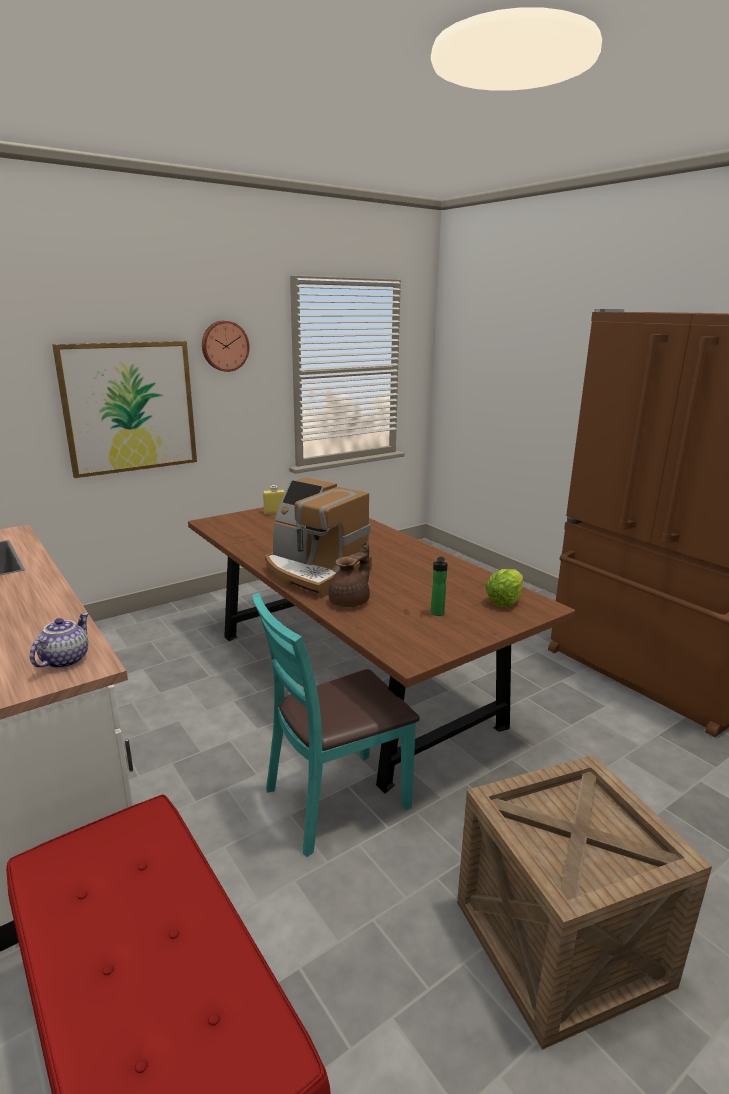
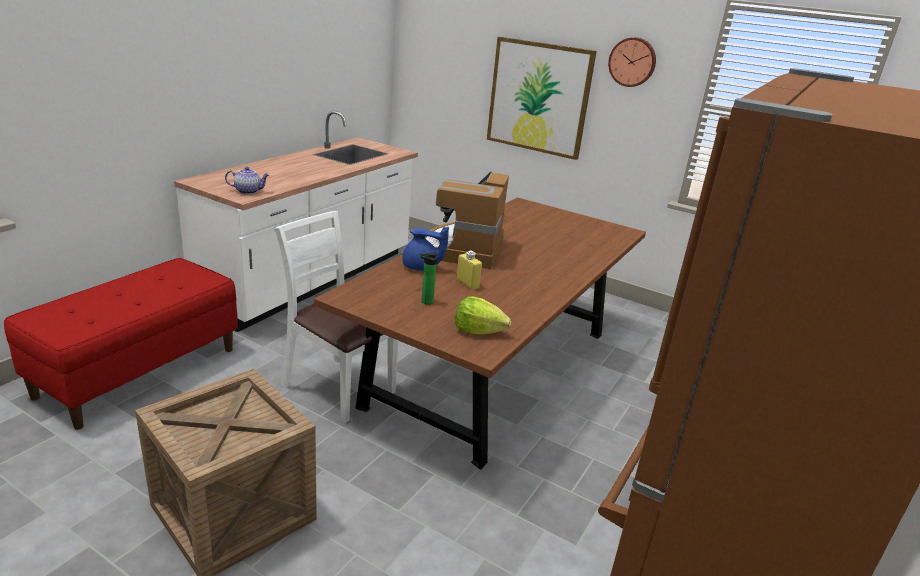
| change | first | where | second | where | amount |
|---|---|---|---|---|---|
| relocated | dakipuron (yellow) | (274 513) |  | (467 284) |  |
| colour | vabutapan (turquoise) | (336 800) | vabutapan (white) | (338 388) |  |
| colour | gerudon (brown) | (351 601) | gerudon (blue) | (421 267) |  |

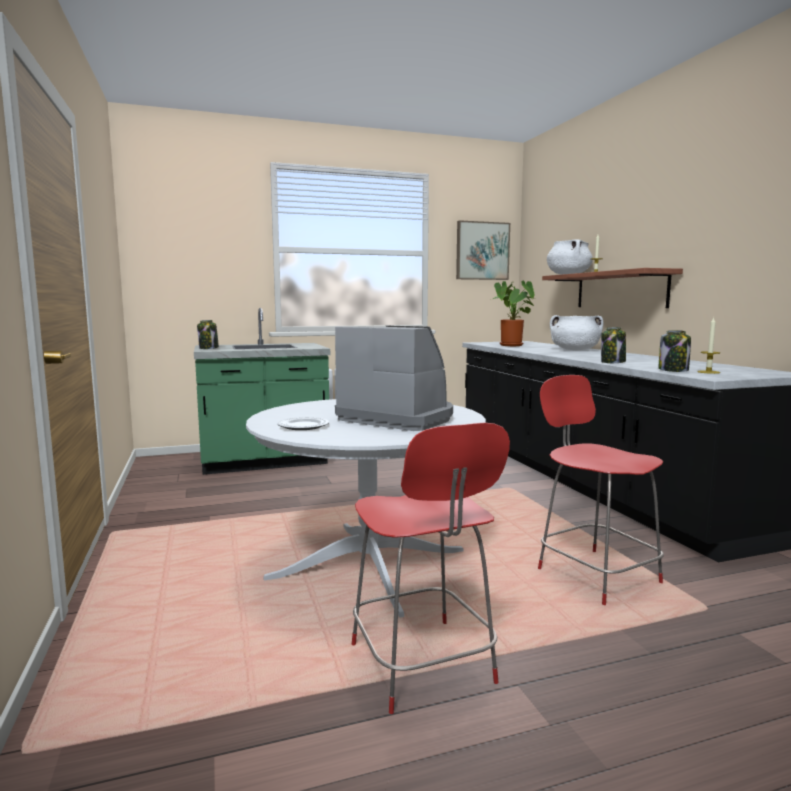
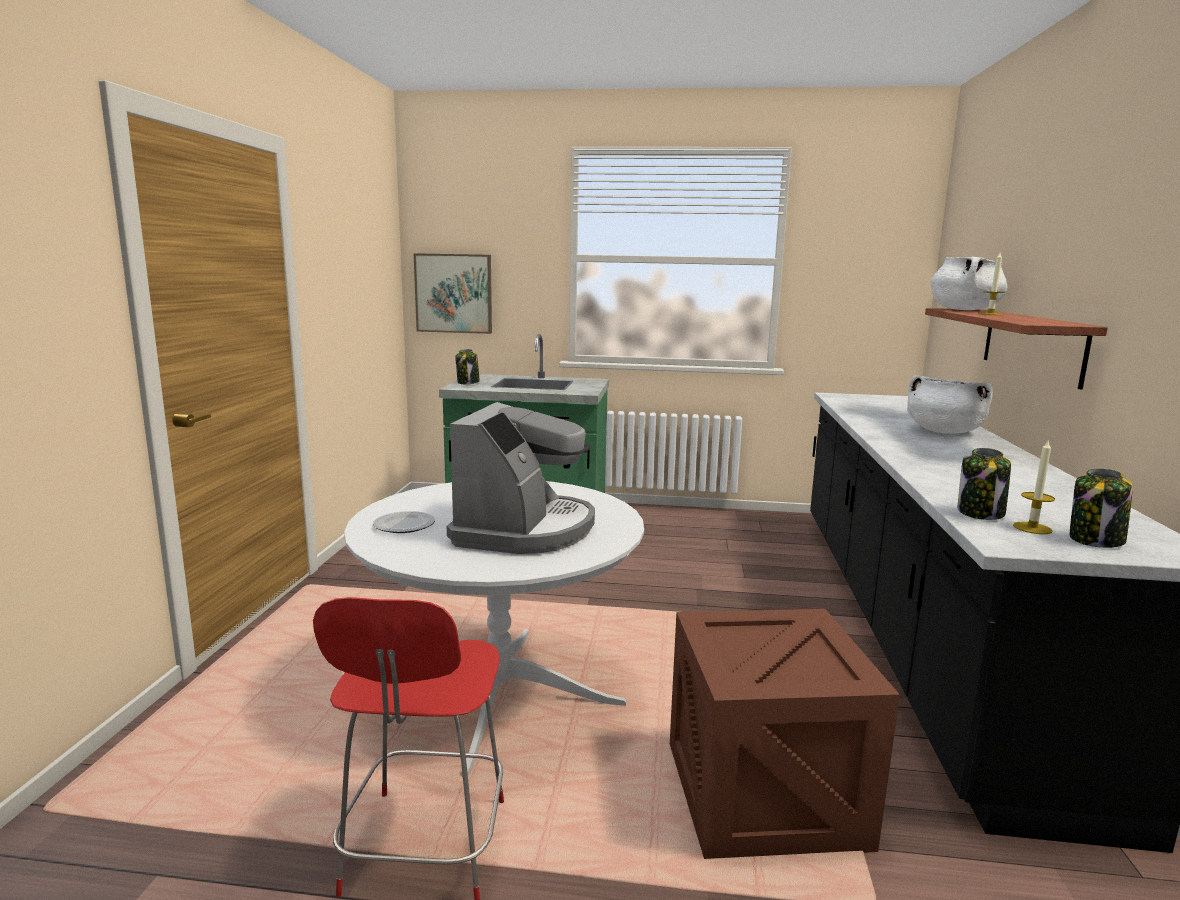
| change | first | where | second | where | amount |
|---|---|---|---|---|---|
| missing | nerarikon | (513 345) |  |  |  |
| relocated | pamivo | (482 251) |  | (454 293) |  |
| relocated | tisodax | (613 362) |  | (1096 540) |  |
| exchanged | vabutapan (red) | (595 574) | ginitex | (763 793) |  |
| spun | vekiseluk | (398 418) |  | (525 529) | 45 degrees clockwise |

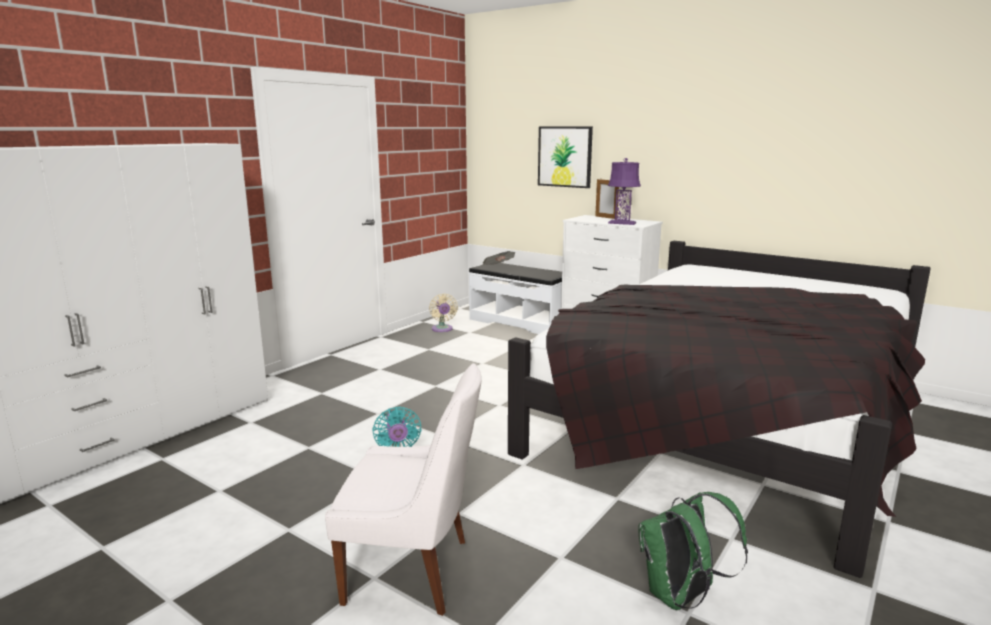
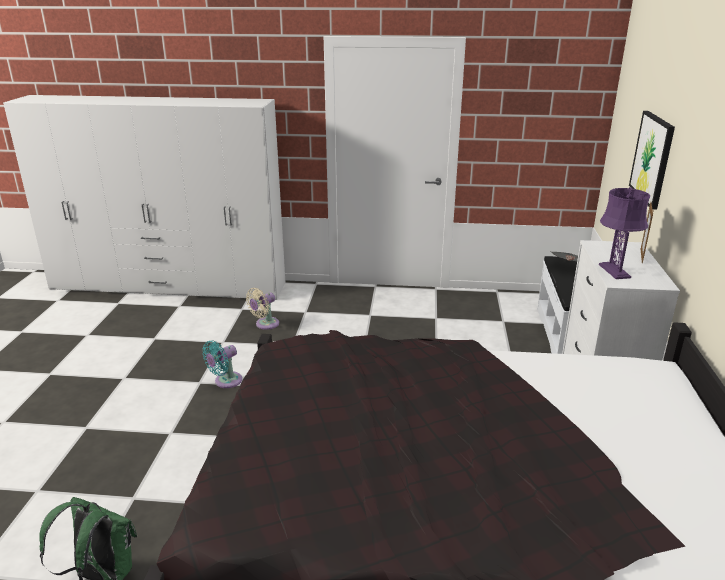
| change | first | where | second | where | amount |
|---|---|---|---|---|---|
| missing | vabutapan (white) | (413 571) |  |  |  |
| relocated | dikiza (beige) | (442 329) |  | (265 324) |  |

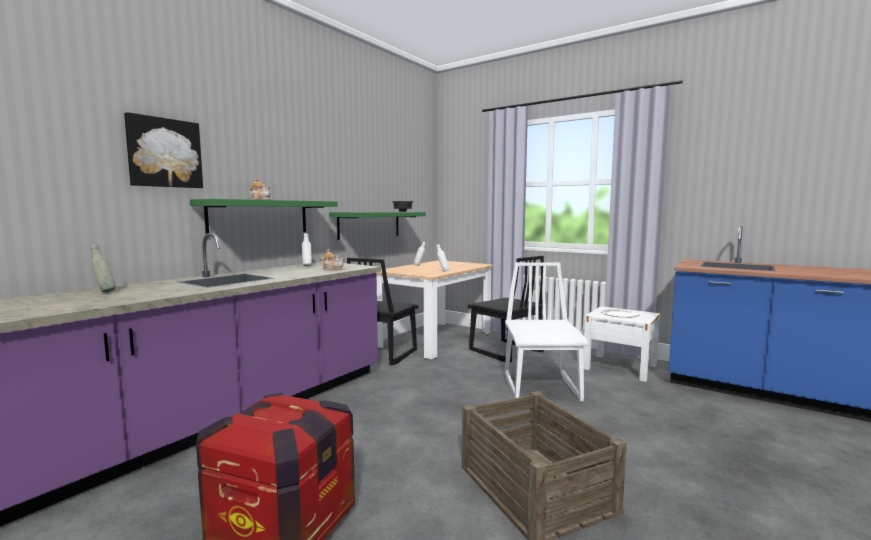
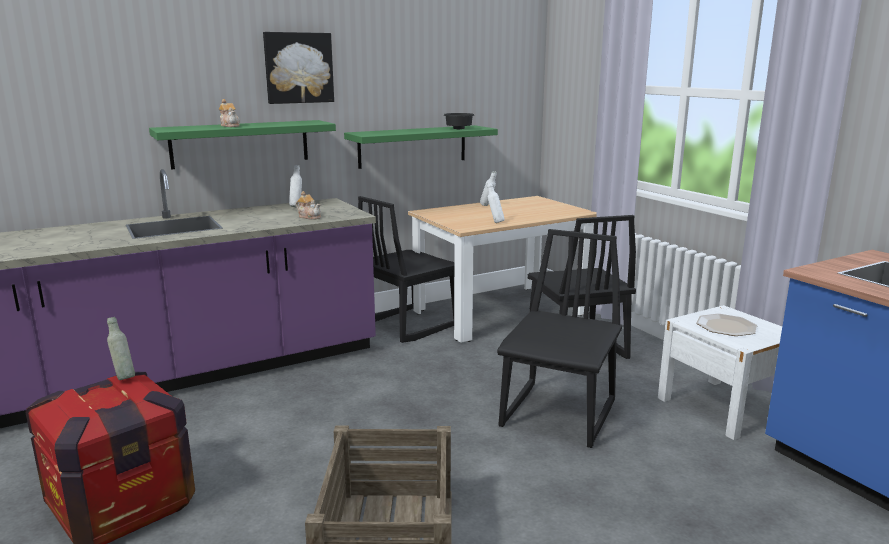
| change | first | where | second | where | amount |
|---|---|---|---|---|---|
| relocated | dakipuron (grey) | (104 291) |  | (124 377) |  |
| relocated | pamivo | (164 153) |  | (298 68) |  |
| colour | vabutapan (white) | (542 387) | vabutapan (black) | (559 415) |  |

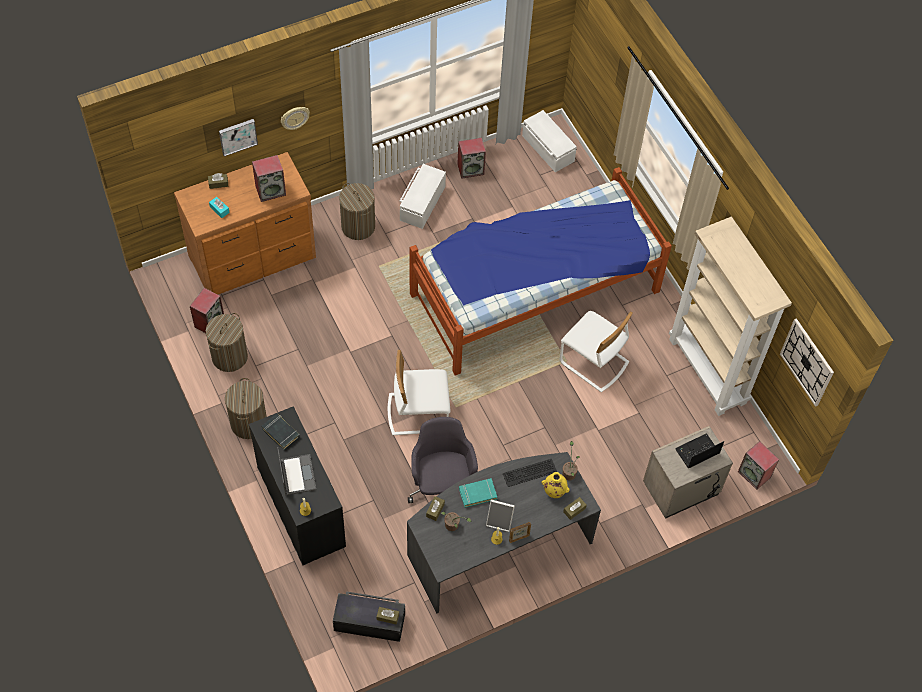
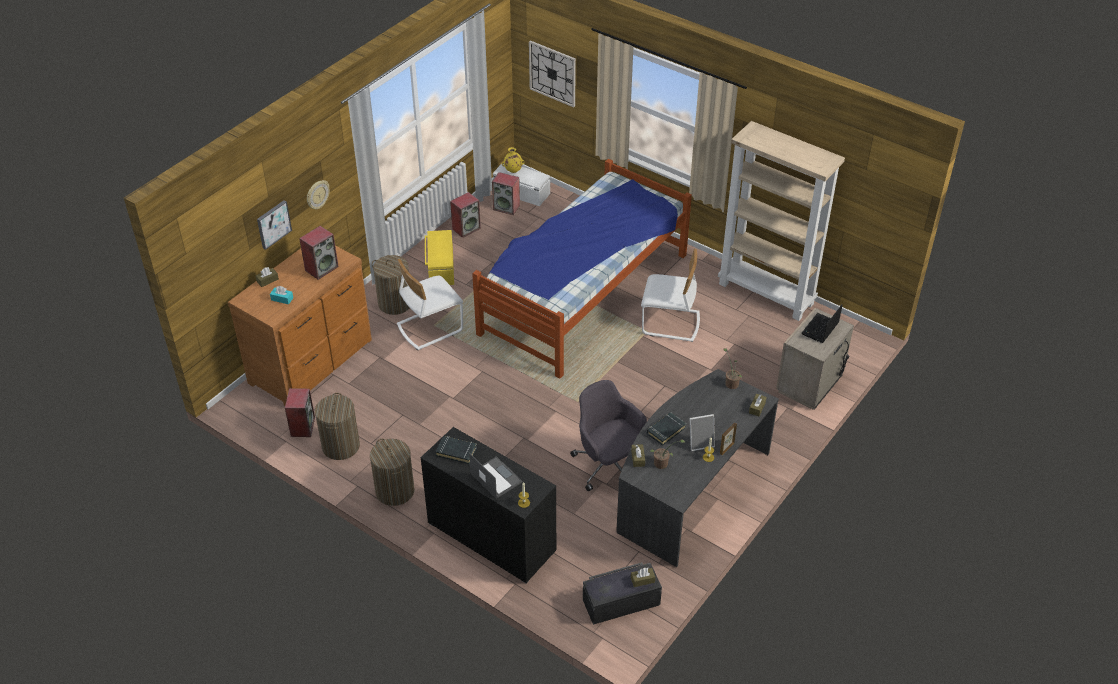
| change | first | where | second | where | amount |
|---|---|---|---|---|---|
| missing | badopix | (529 474) |  |  |  |
| relocated | vabutapan (white) | (417 412) |  | (429 327) |  |
| relocated | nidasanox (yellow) | (554 491) |  | (513 171) |  |
| relocated | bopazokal | (754 474) |  | (507 207) |  |
| relocated | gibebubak | (807 362) |  | (552 73) |  |
| colour | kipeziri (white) | (421 203) | kipeziri (yellow) | (440 267) |  |
| colour | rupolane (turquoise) | (477 494) | rupolane (black) | (665 430) |  |

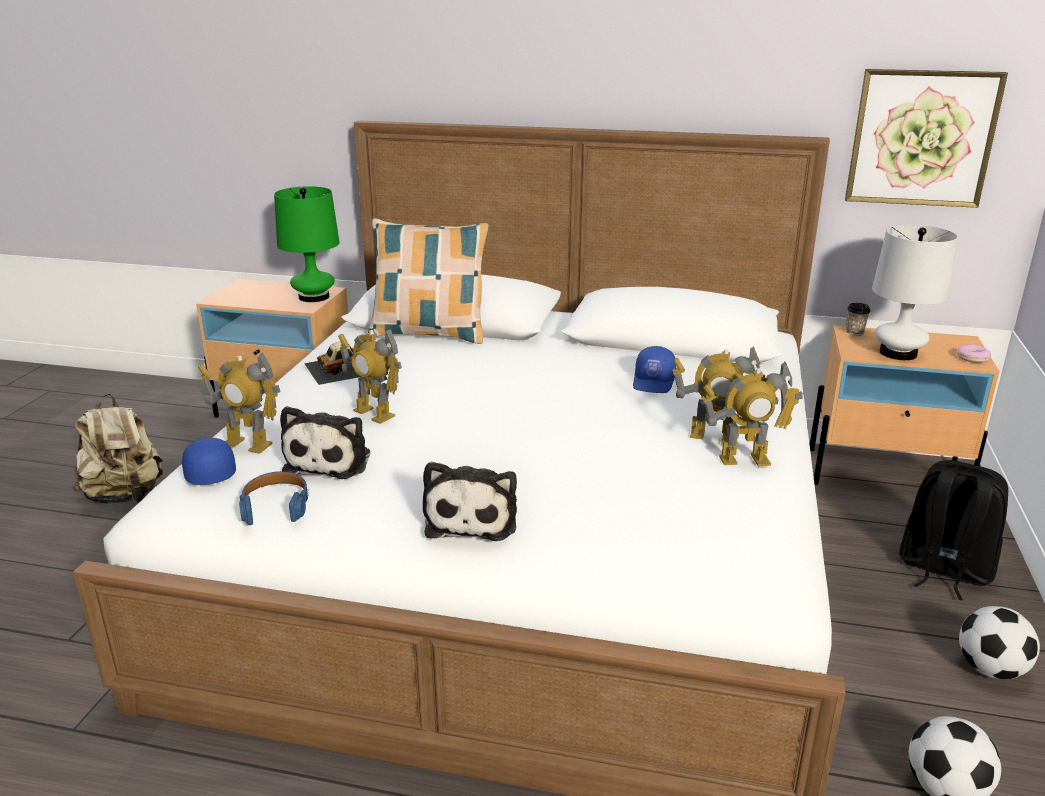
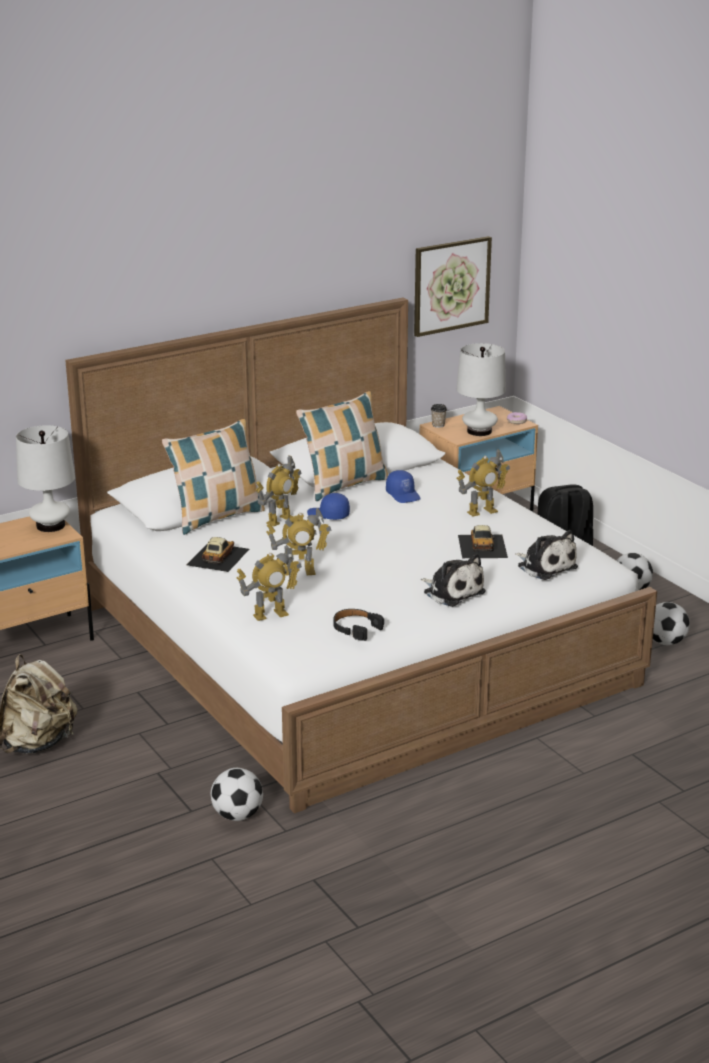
| change | first | where | second | where | amount |
|---|---|---|---|---|---|
| appeared |  |  | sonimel | (237 815) |  |
| appeared |  |  | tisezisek | (344 485) |  |
| appeared |  |  | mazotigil | (482 546) |  |
| relocated | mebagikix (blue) | (208 472) |  | (328 515) |  |
| relocated | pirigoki | (330 460) |  | (545 566) |  |
| relocated | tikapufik | (744 460) |  | (280 520) |  |
| colour | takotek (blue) | (276 505) | takotek (black) | (356 629) |  |
| colour | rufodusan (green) | (314 297) | rufodusan (white) | (50 526) |  |

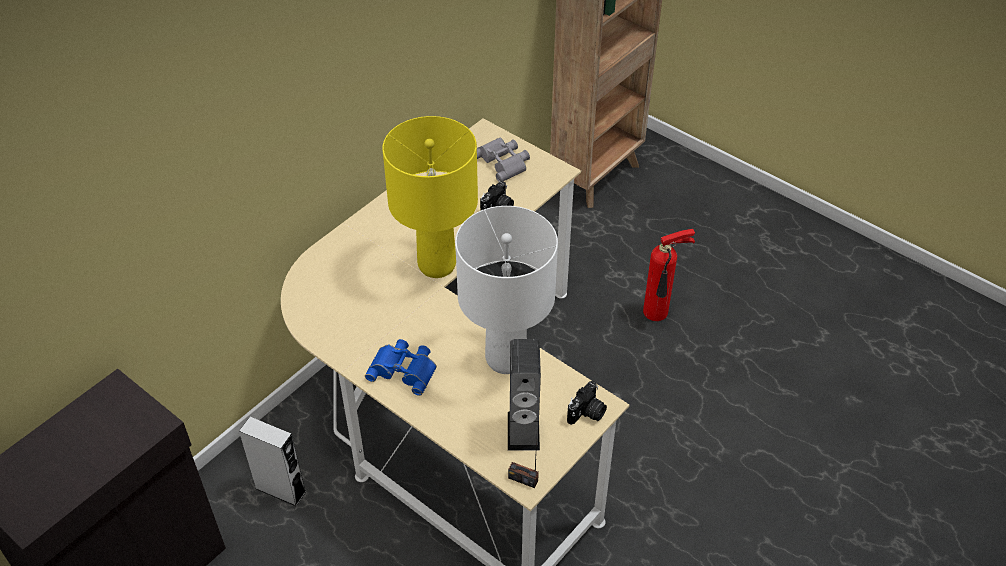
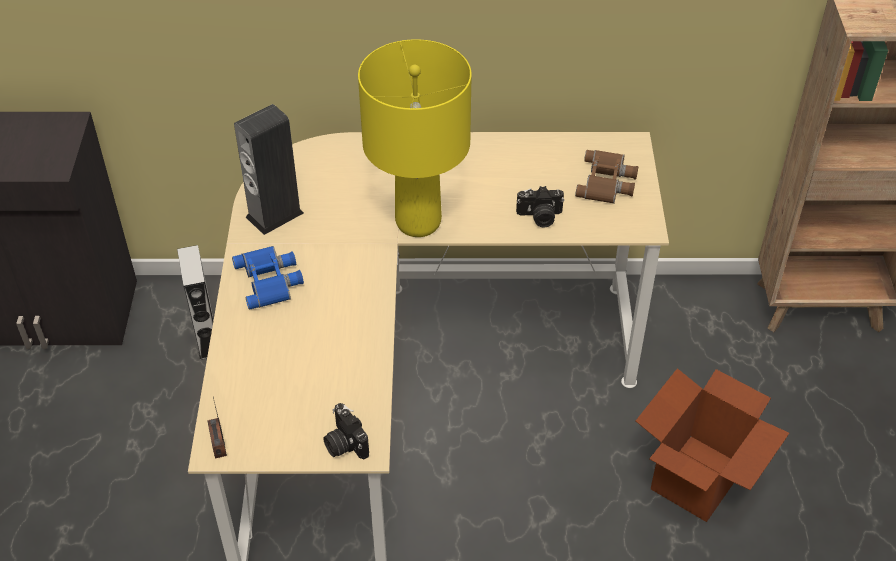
| change | first | where | second | where | amount |
|---|---|---|---|---|---|
| missing | rufodusan (white) | (506 359) |  |  |  |
| relocated | bopazokal | (523 430) |  | (275 215) |  |
| exchanged | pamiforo | (658 313) | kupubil | (697 479) |  |
| colour | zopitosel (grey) | (503 162) | zopitosel (brown) | (607 182) |  |
| spun | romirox | (587 413) |  | (344 443) | 60 degrees clockwise |

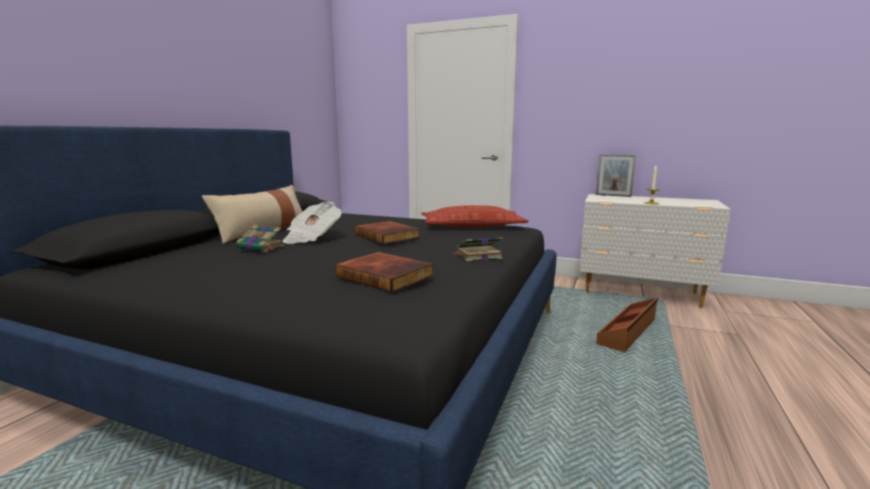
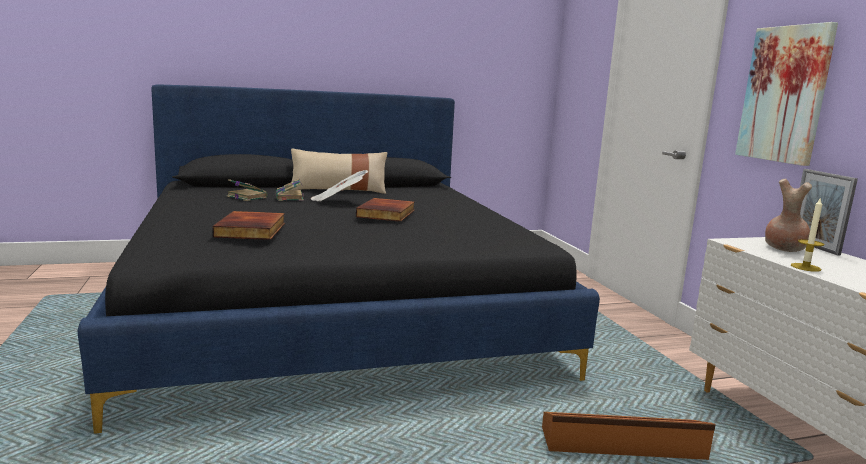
| change | first | where | second | where | amount |
|---|---|---|---|---|---|
| missing | tisezisek | (472 226) |  |  |  |
| appeared |  |  | pamivo | (785 94) |  |
| appeared |  |  | nidasanox (brown) | (783 248) |  |
| relocated | rupolane | (477 256) |  | (246 197) |  |

